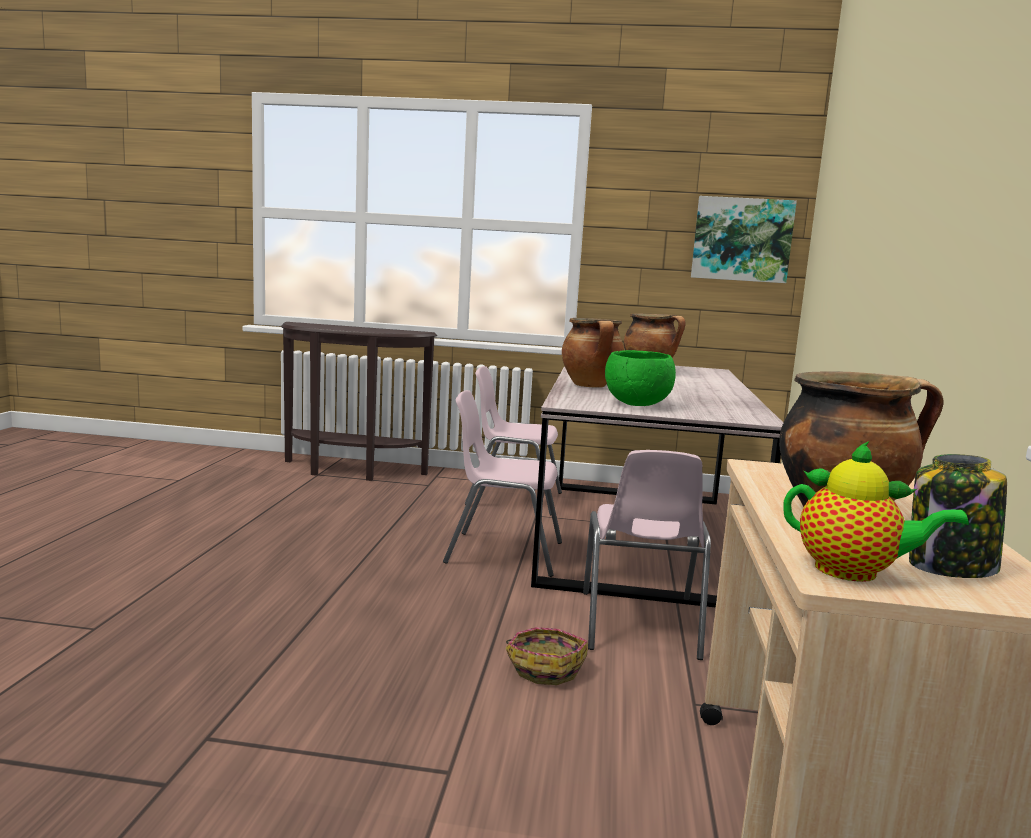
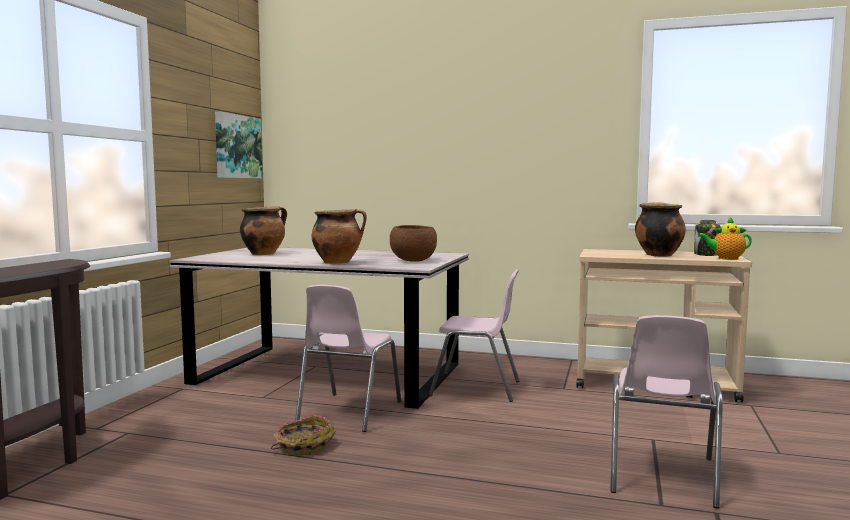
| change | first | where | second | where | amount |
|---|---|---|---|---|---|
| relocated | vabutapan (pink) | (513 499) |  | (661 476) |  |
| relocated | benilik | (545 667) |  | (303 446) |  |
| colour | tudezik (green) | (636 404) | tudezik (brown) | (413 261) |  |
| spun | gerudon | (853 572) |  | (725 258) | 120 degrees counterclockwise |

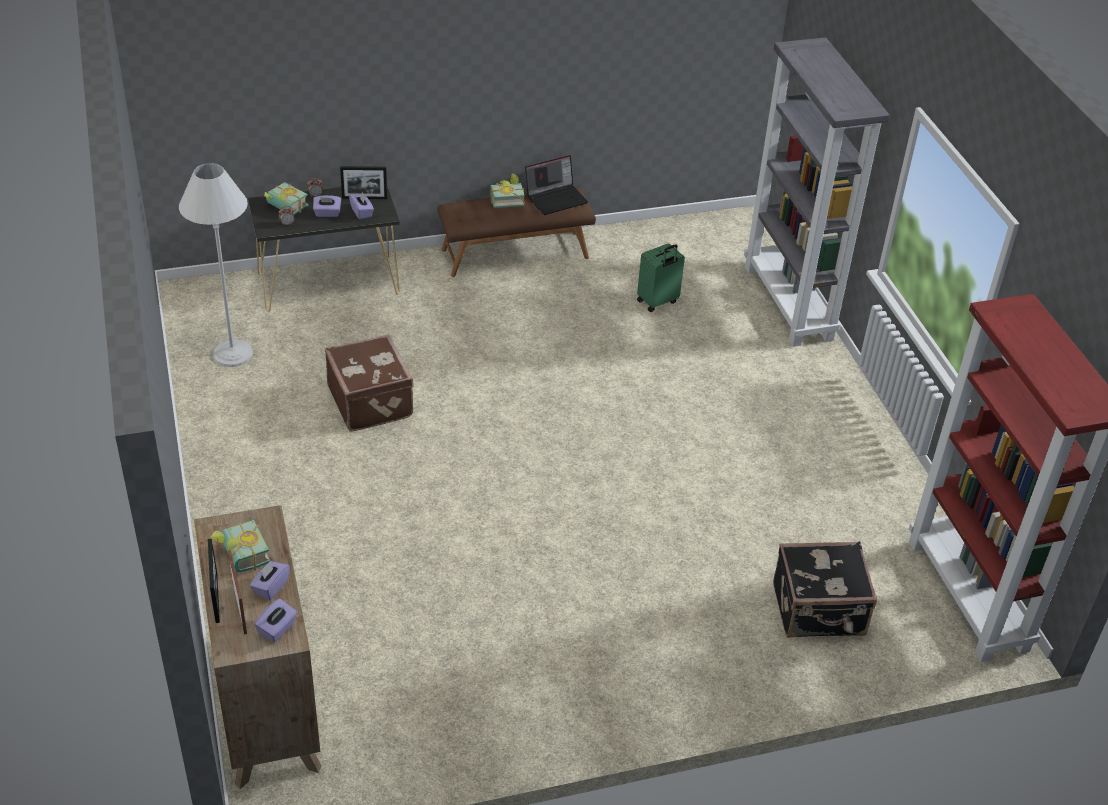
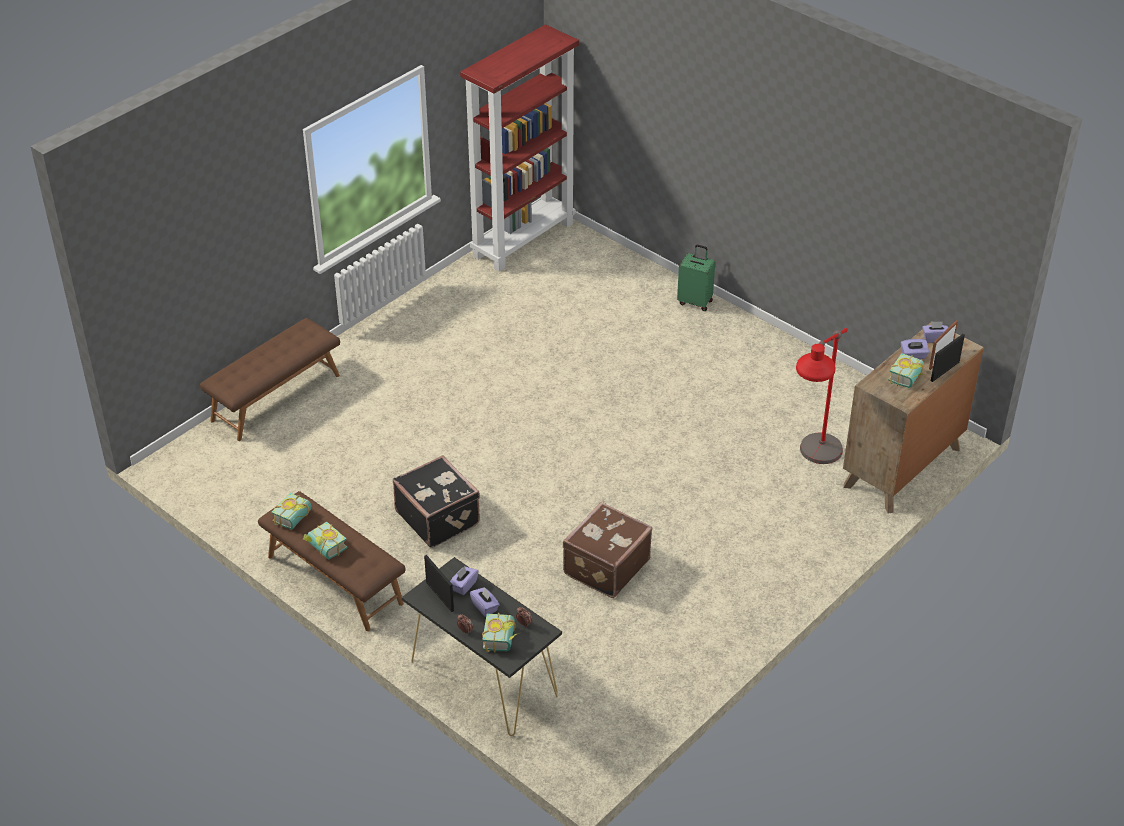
| change | first | where | second | where | amount |
|---|---|---|---|---|---|
| missing | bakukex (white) | (233 354) |  |  |  |
| appeared |  |  | bakukex (red) | (812 468) |  |
| relocated | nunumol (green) | (658 302) |  | (695 302) |  |
| relocated | nunumol (black) | (819 611) |  | (438 517) |  |
| exchanged | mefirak | (556 198) | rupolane | (295 519) |  |
| exchanged | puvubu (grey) | (789 303) | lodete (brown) | (275 397) |  |

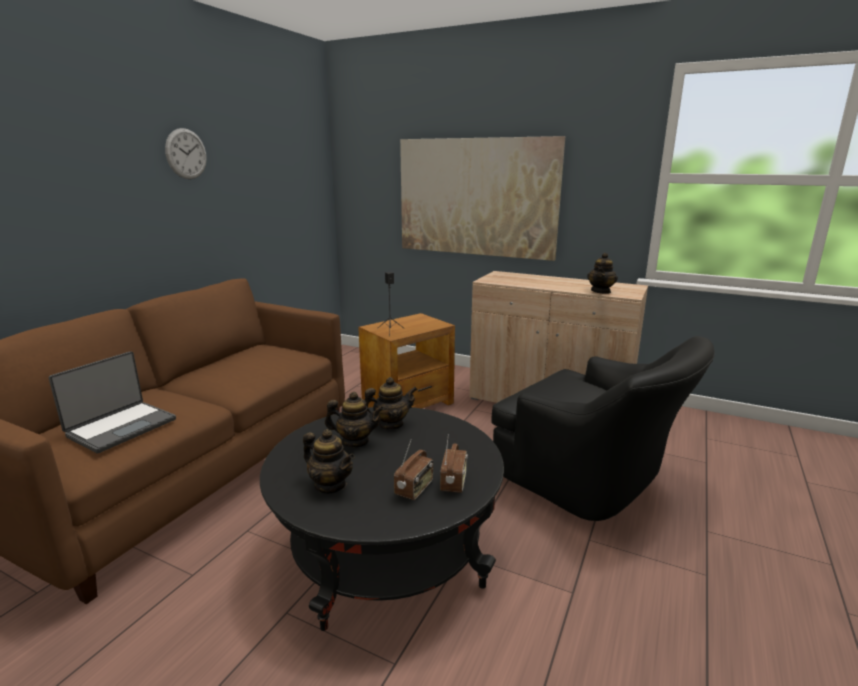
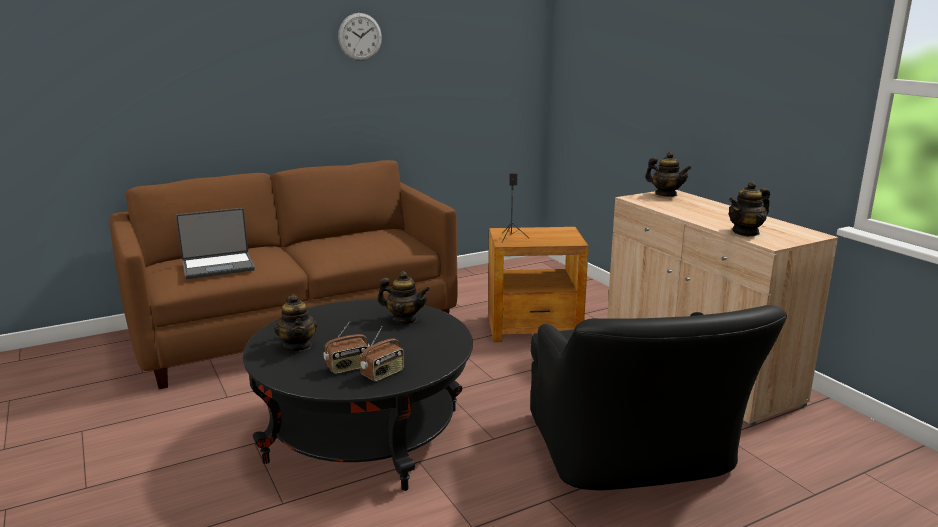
| change | first | where | second | where | amount |
|---|---|---|---|---|---|
| missing | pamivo | (476 197) |  |  |  |
| relocated | gerudon | (355 441) |  | (666 195) |  |

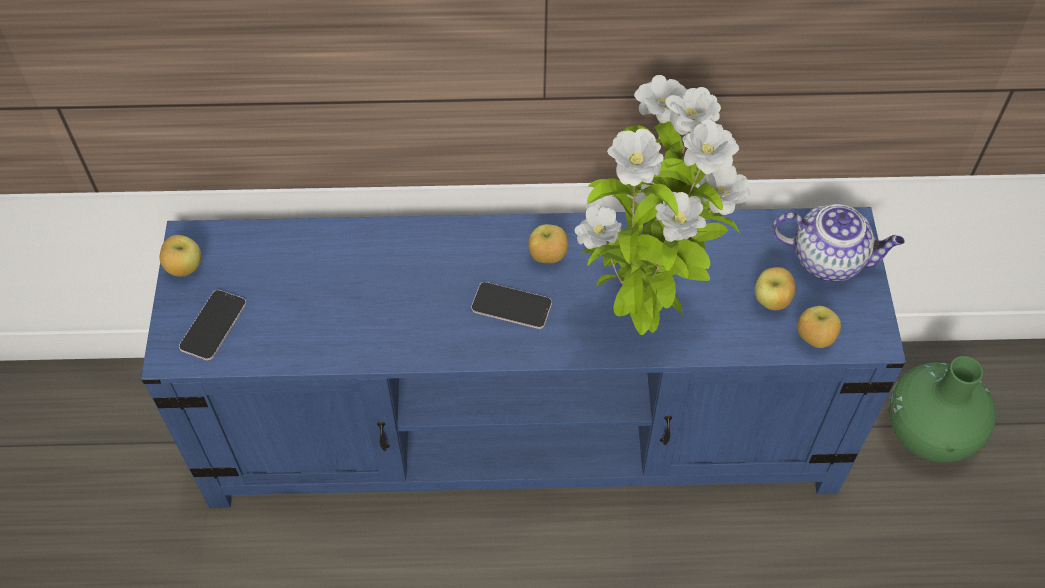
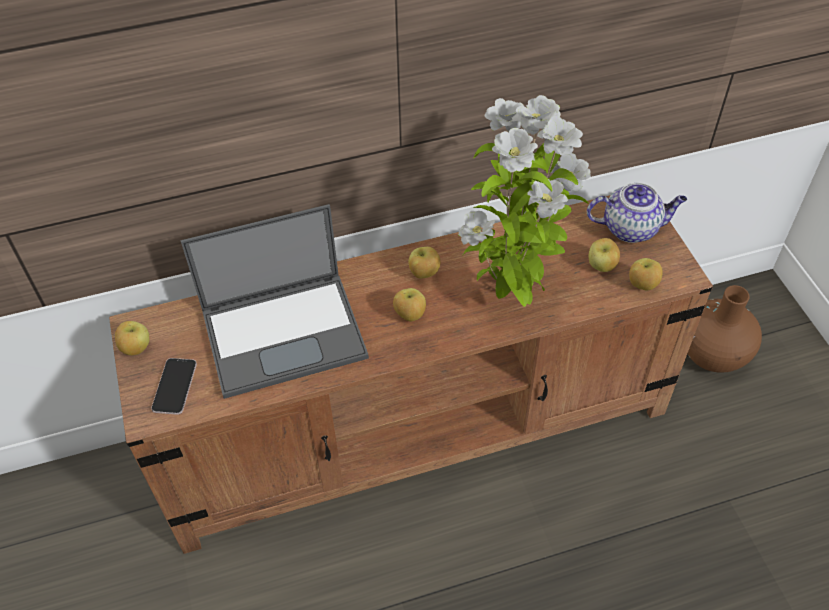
| change | first | where | second | where | amount |
|---|---|---|---|---|---|
| appeared |  |  | mefirak | (285 332) |  |
| exchanged | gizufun | (511 306) | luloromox | (409 315) |  |
| colour | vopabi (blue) | (525 429) | vopabi (brown) | (418 427) |  |
| colour | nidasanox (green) | (929 432) | nidasanox (brown) | (712 354) |  |

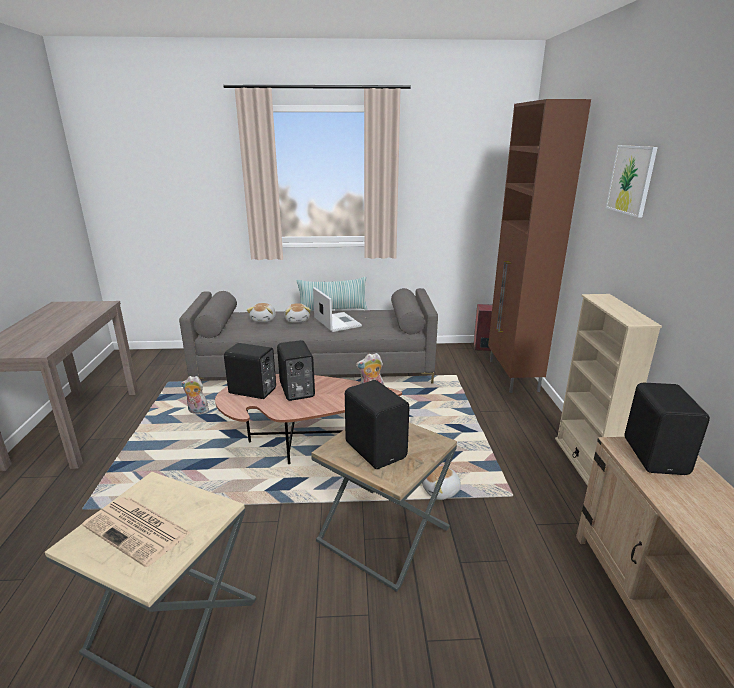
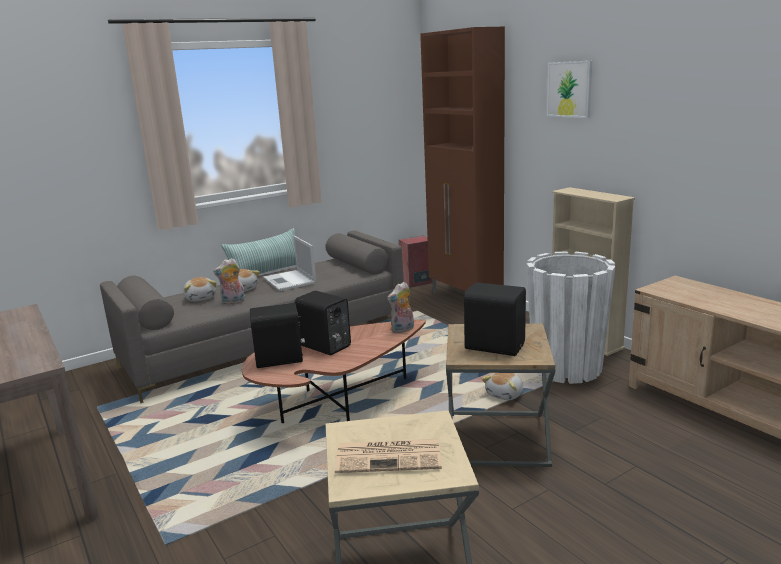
| change | first | where | second | where | amount |
|---|---|---|---|---|---|
| missing | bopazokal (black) | (656 456) |  |  |  |
| appeared |  |  | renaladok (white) | (566 368) |  |
| relocated | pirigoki | (197 412) |  | (233 302) |  |
| spun | mefirak | (336 322) |  | (290 281) | 150 degrees counterclockwise |

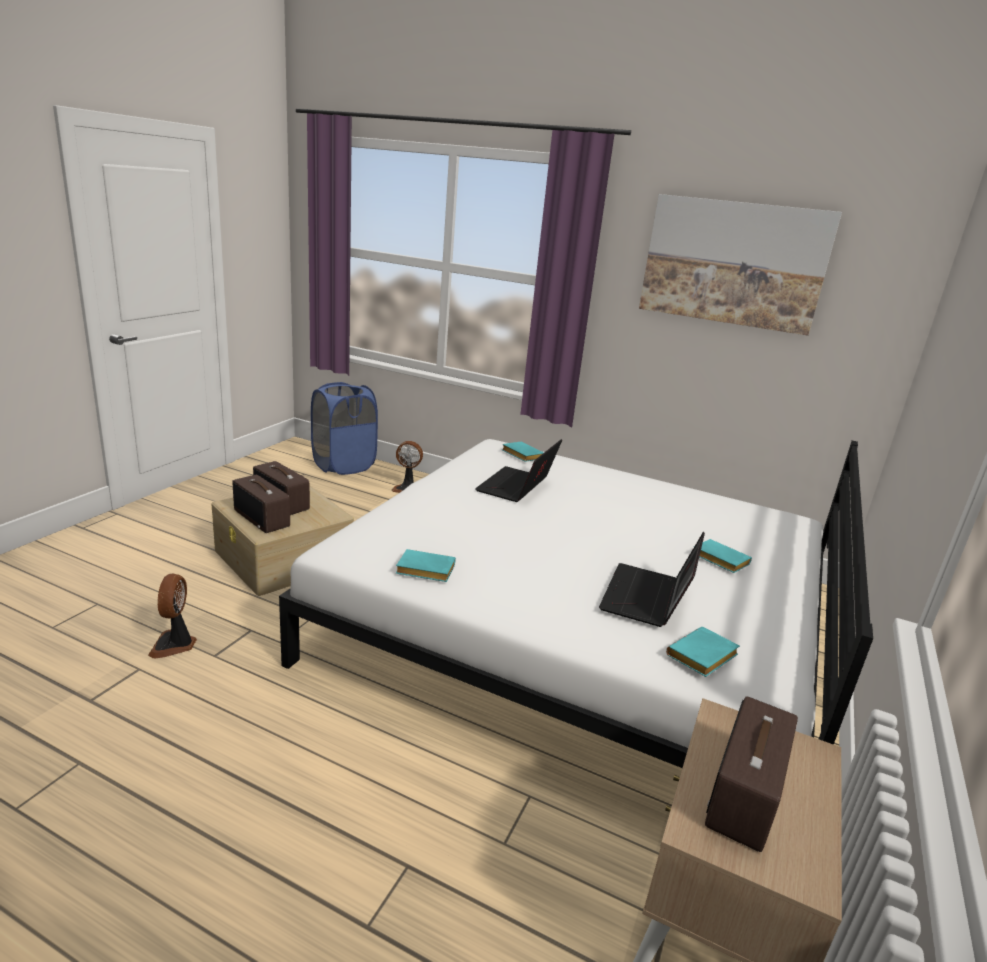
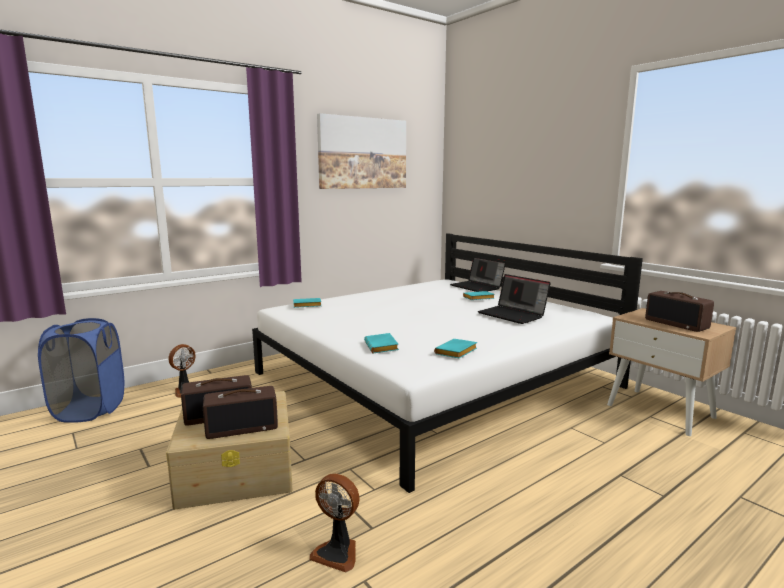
| change | first | where | second | where | amount |
|---|---|---|---|---|---|
| relocated | mefirak | (517 487) |  | (477 287) |  |
| relocated | rupolane (turquoise) | (702 658) |  | (382 347) |  |

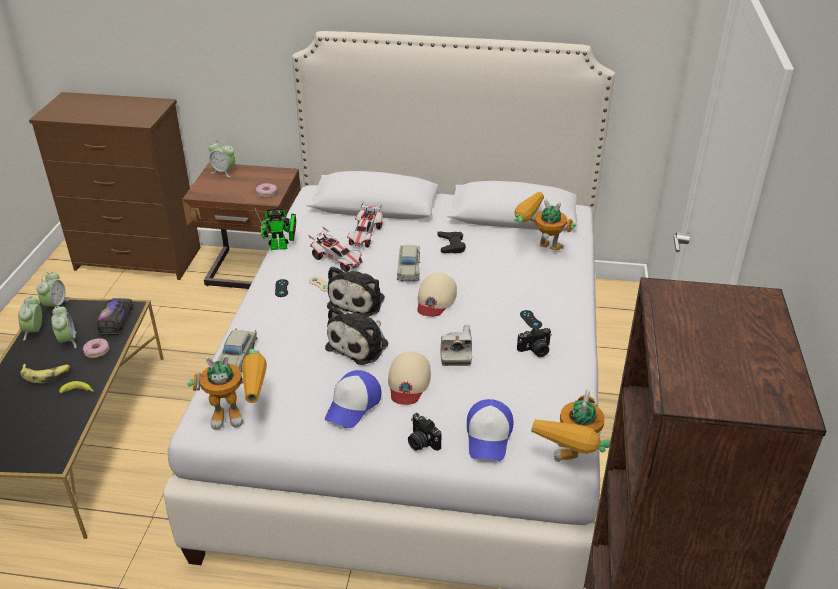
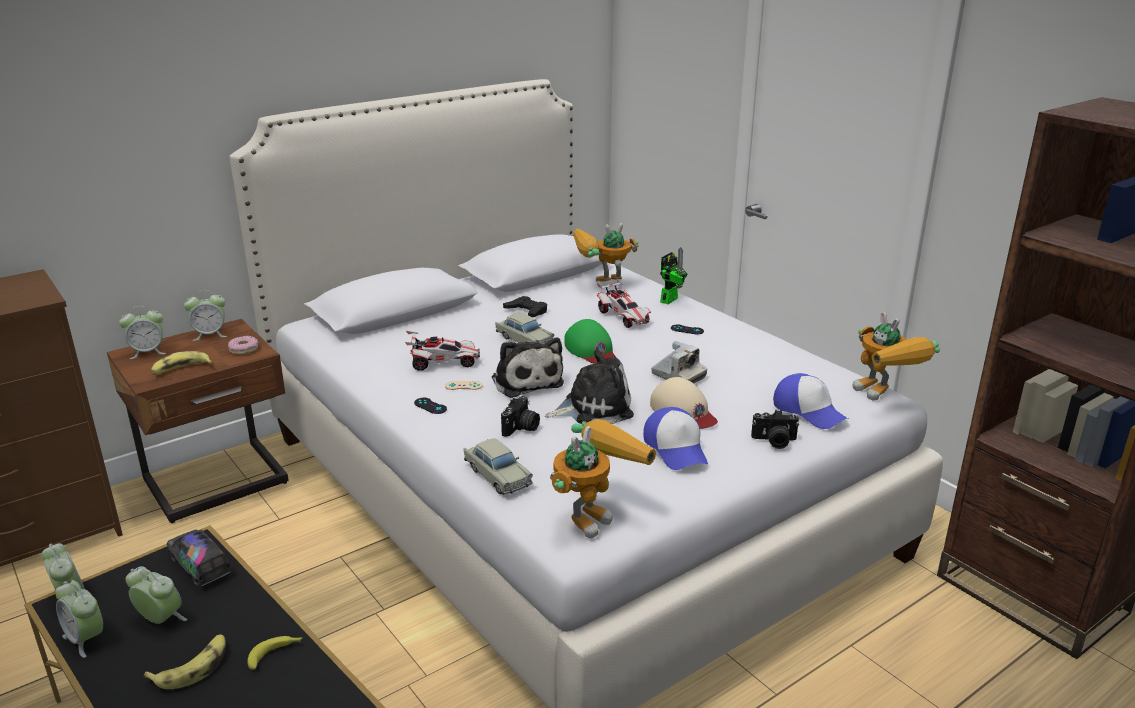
| change | first | where | second | where | amount |
|---|---|---|---|---|---|
| missing | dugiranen | (97 351) |  |  |  |
| appeared |  |  | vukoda | (181 370) |  |
| appeared |  |  | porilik | (210 335) |  |
| relocated | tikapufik | (282 247) |  | (670 299) |  |
| relocated | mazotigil | (365 236) |  | (624 317) |  |
| relocated | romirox | (535 350) |  | (521 428) |  |
| colour | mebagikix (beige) | (435 299) | mebagikix (green) | (591 349) |  |
| spun | pirigoki | (360 345) |  | (593 407) | 90 degrees counterclockwise |

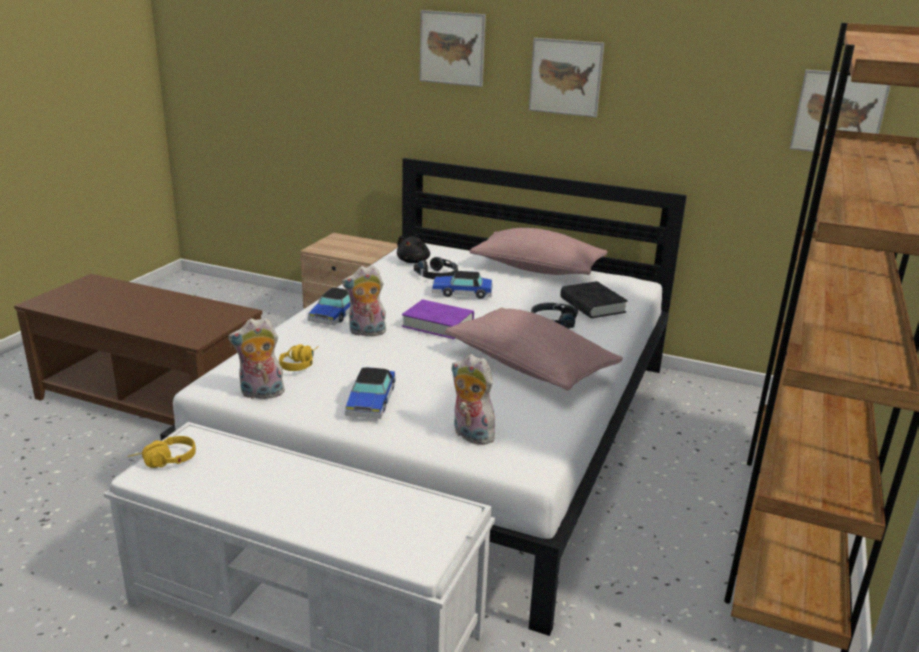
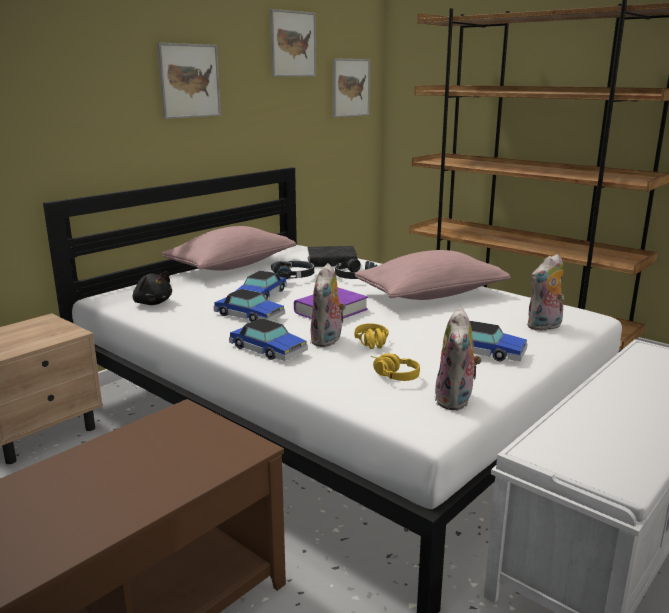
| change | first | where | second | where | amount |
|---|---|---|---|---|---|
| appeared |  |  | mazotigil | (249 316) |  |
| relocated | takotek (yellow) | (163 462) |  | (373 345) |  |
| relocated | takotek (black) | (437 275) |  | (294 276) |  |
| relocated | pamivo | (452 48) |  | (293 44) |  |

